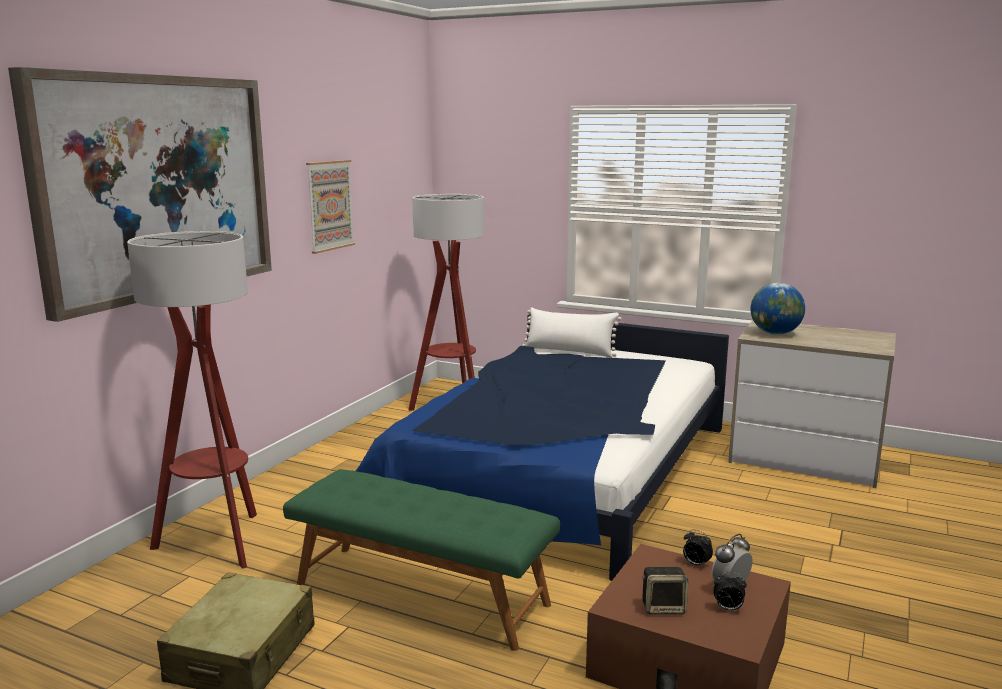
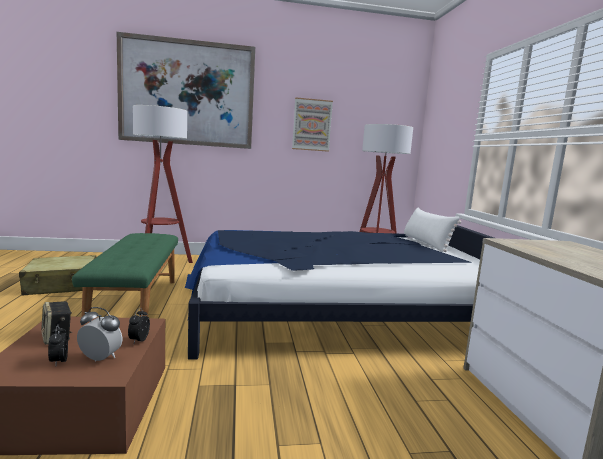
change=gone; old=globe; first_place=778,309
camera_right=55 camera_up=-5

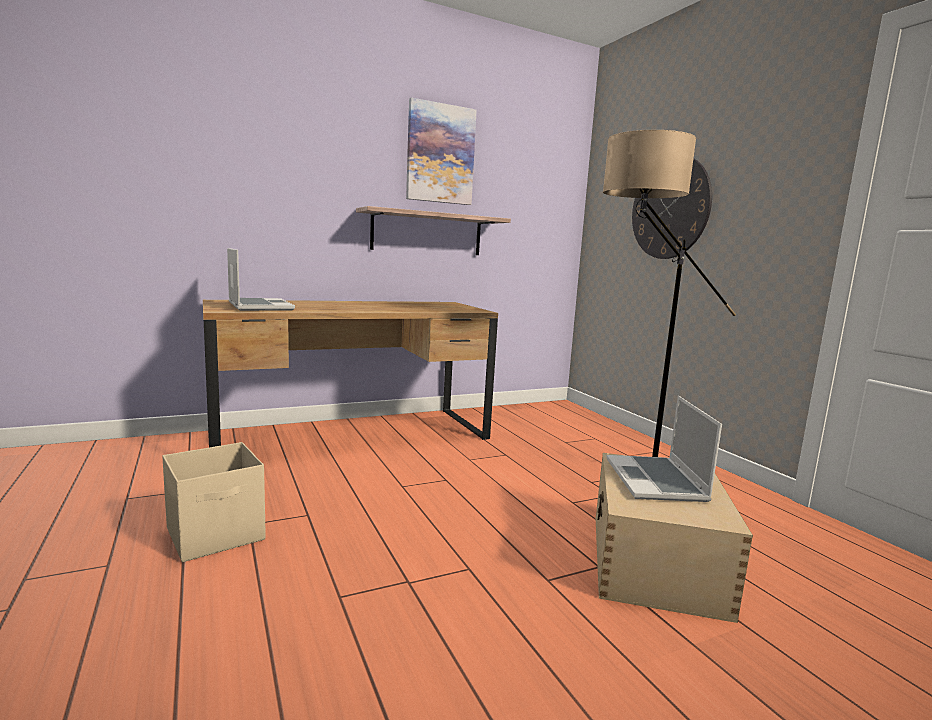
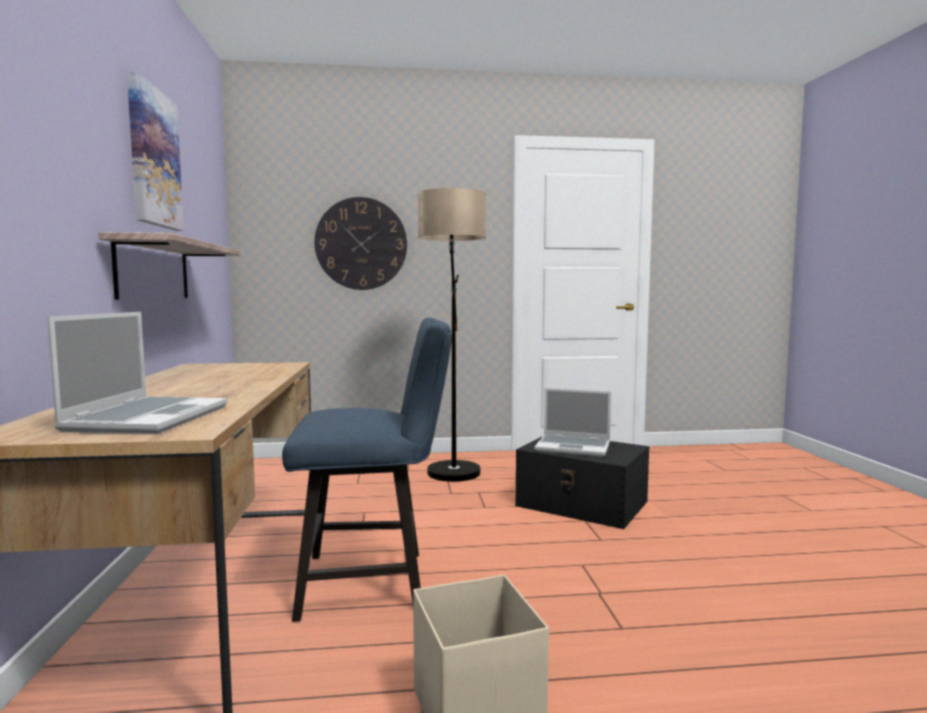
change=rotated; old=laptop; first_place=261,279; second_place=137,373; degrees=105
change=new; new=blue chair; second_place=367,470
change=repainted; old=beige storage box; new=black storage box; first_place=674,538; second_place=582,482
camera_right=-70 camera_up=-5

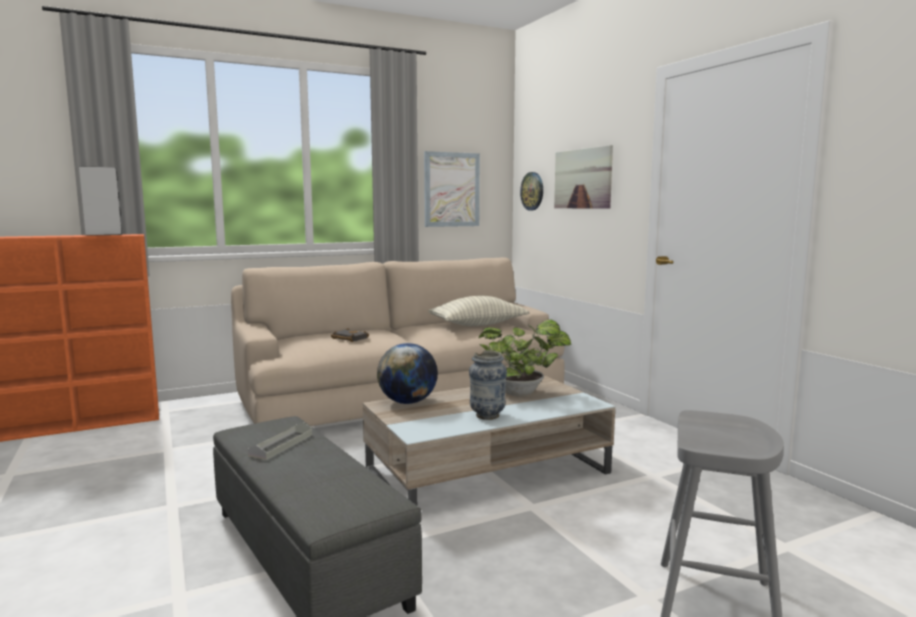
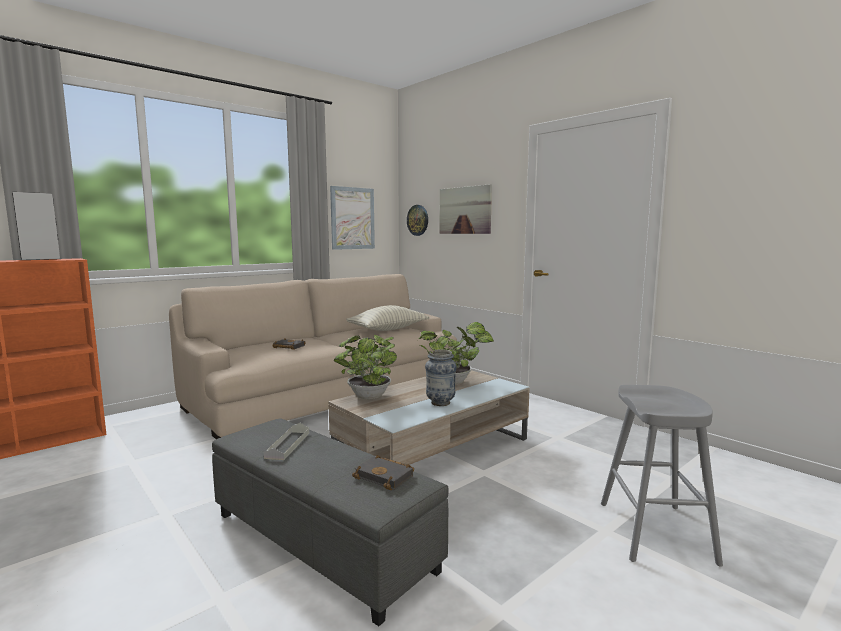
change=swapped; old=globe; new=potted plant; first_place=407,373; second_place=365,367
change=new; new=black book; second_place=383,472
camera_right=-15 camera_up=0

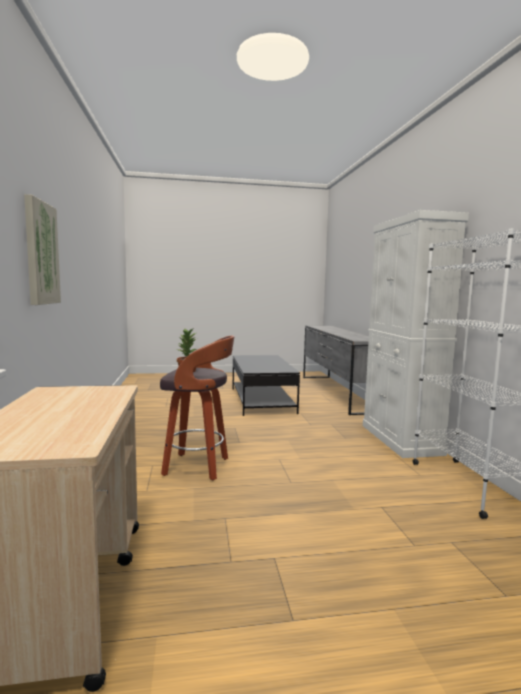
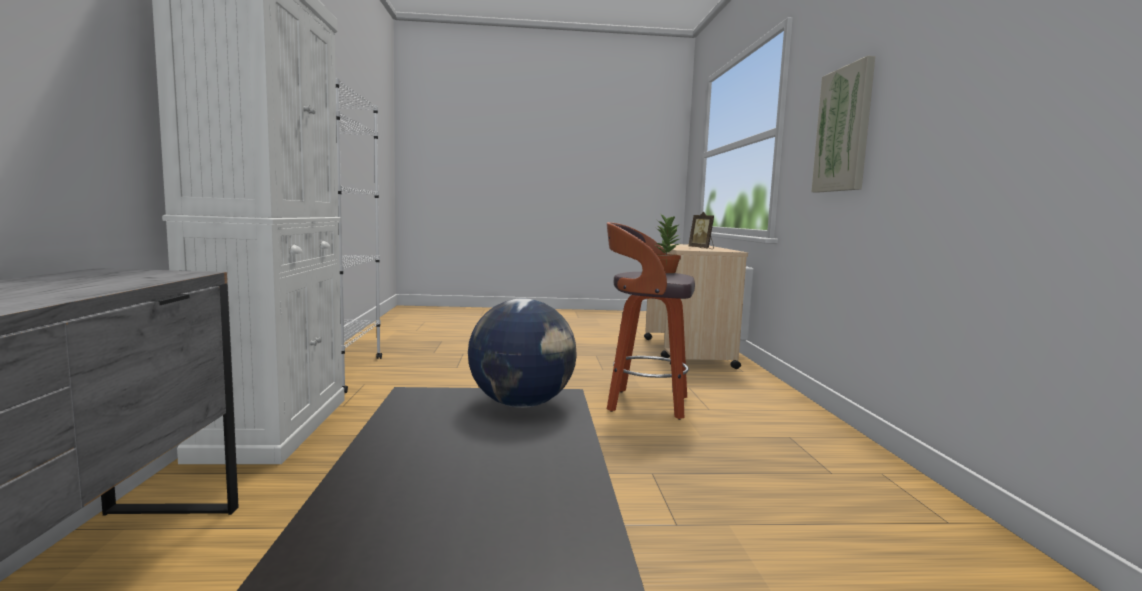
change=new; new=globe; second_place=522,353
change=new; new=picture frame; second_place=701,230
camera_right=-175 camera_up=0

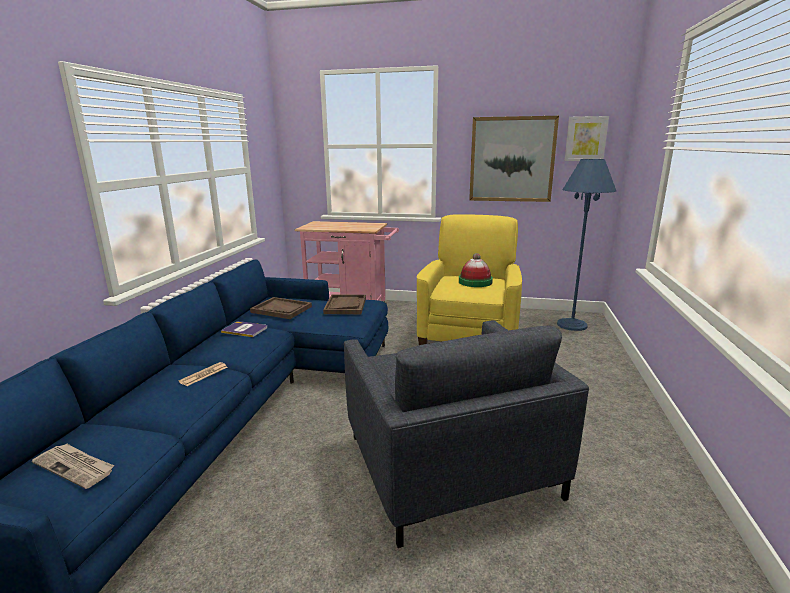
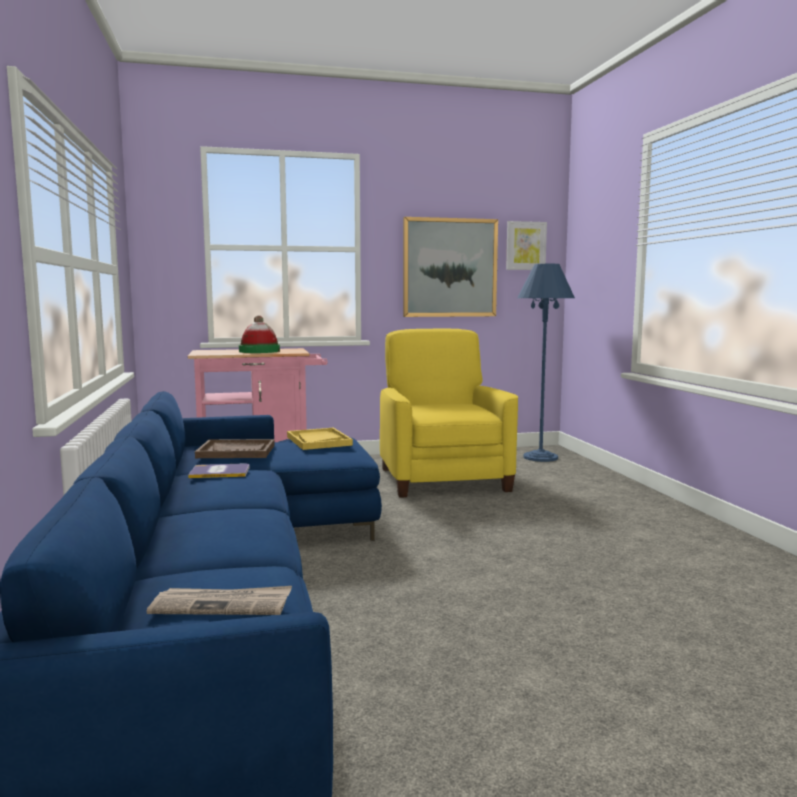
change=shifted; old=hat; first_place=476,270; second_place=259,334
change=repainted; old=brown tray; new=yellow tray; first_place=344,304; second_place=320,439
change=gone; old=newspaper; first_place=203,374
change=gone; old=grey armchair; first_place=466,434
camera_right=-25 camera_up=-10

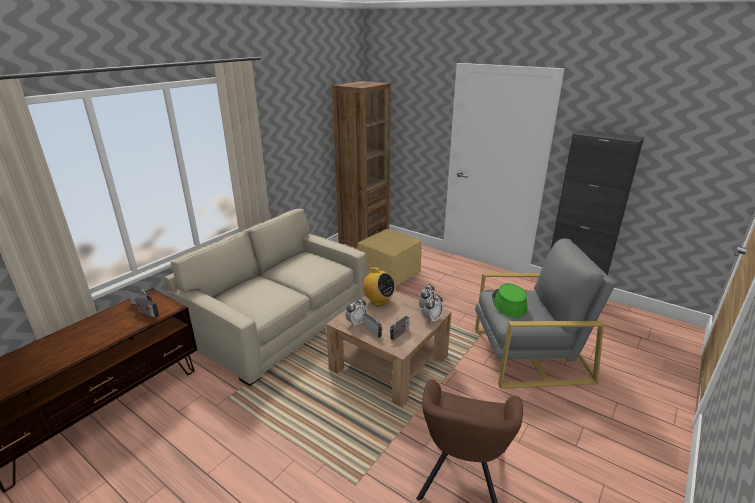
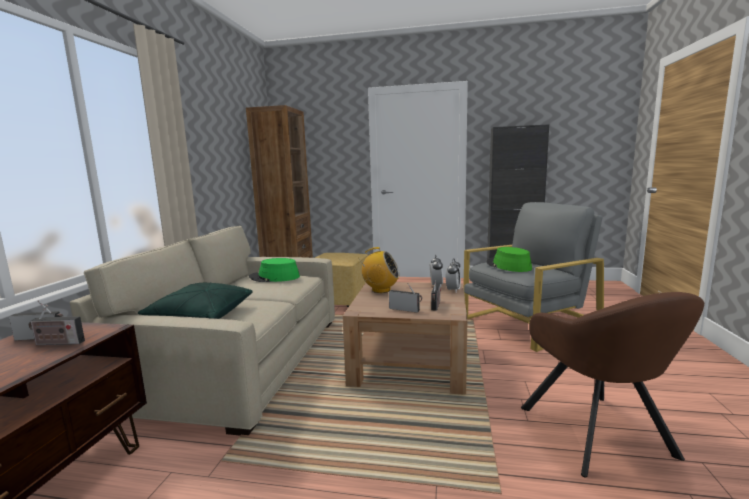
change=new; new=green pillow; second_place=195,300
change=new; new=green hat; second_place=274,270
change=gone; old=alarm clock; first_place=356,311
camera_right=-25 camera_up=-15

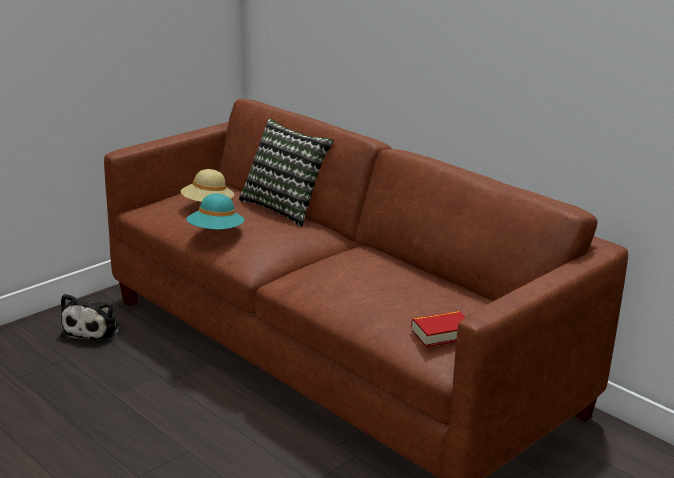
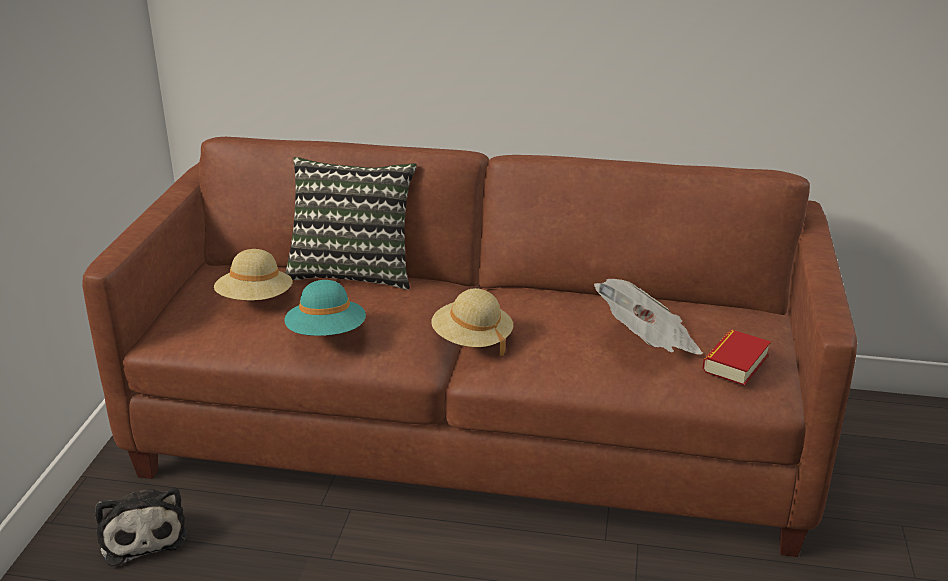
change=new; new=beige hat; second_place=472,322
change=new; new=newspaper; second_place=648,317
camera_right=-35 camera_up=5

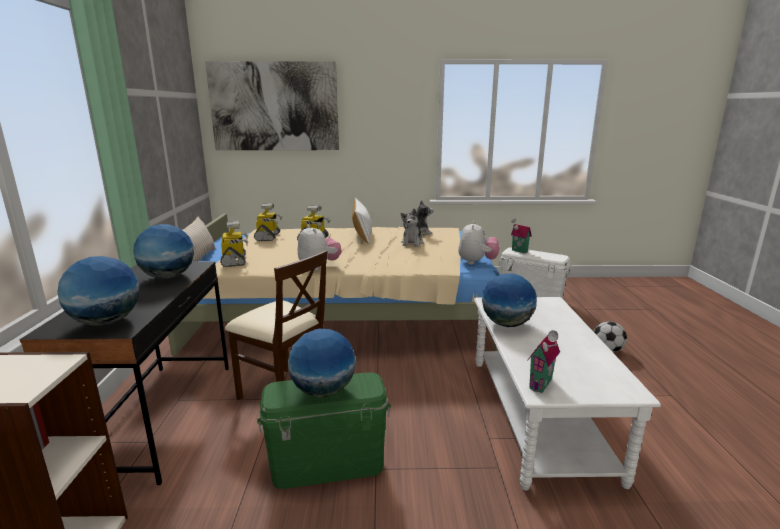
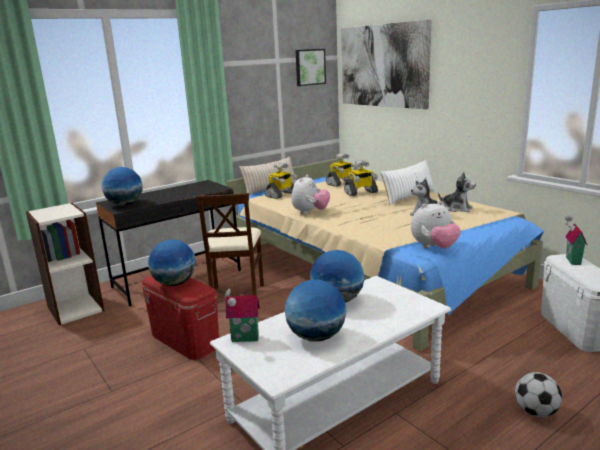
change=repainted; old=green storage box; new=red storage box; first_place=324,430; second_place=180,317
change=shifted; old=globe; first_place=163,251; second_place=315,310
change=new; new=picture; second_place=310,67
camera_right=55 camera_up=0

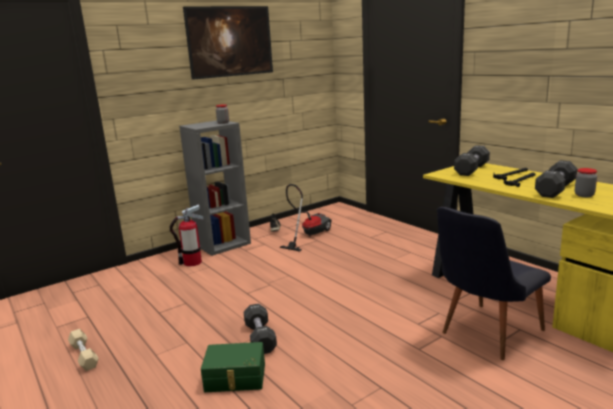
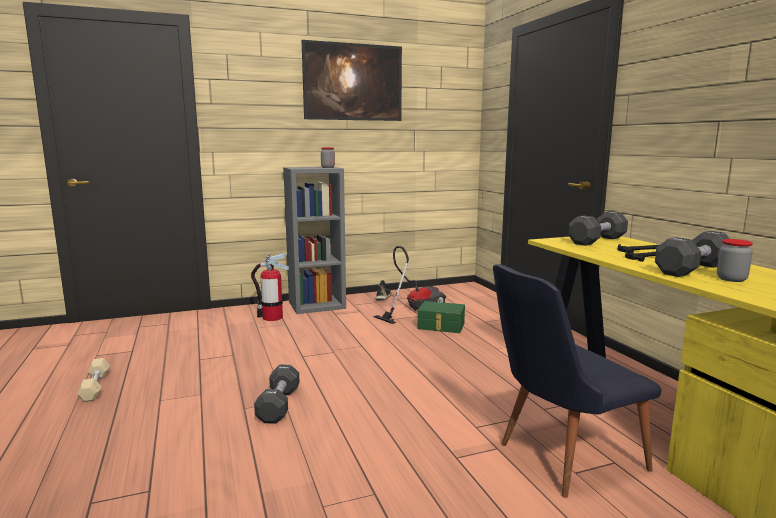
change=shifted; old=green storage box; first_place=233,367; second_place=441,317
camera_right=15 camera_up=-5

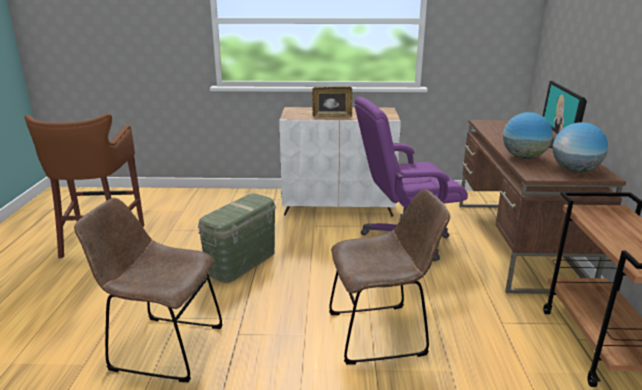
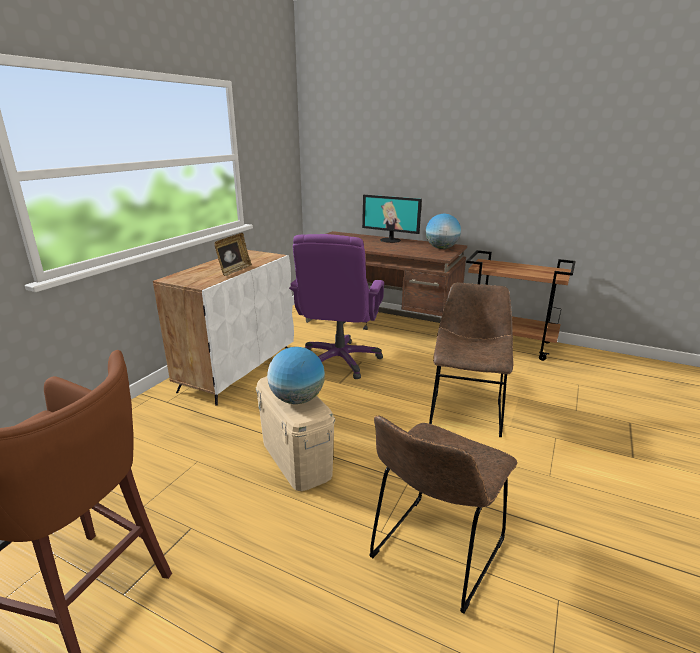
change=repainted; old=green storage box; new=beige storage box; first_place=237,238; second_place=295,433
change=shifted; old=globe; first_place=528,135; second_place=296,375
camera_right=-65 camera_up=0

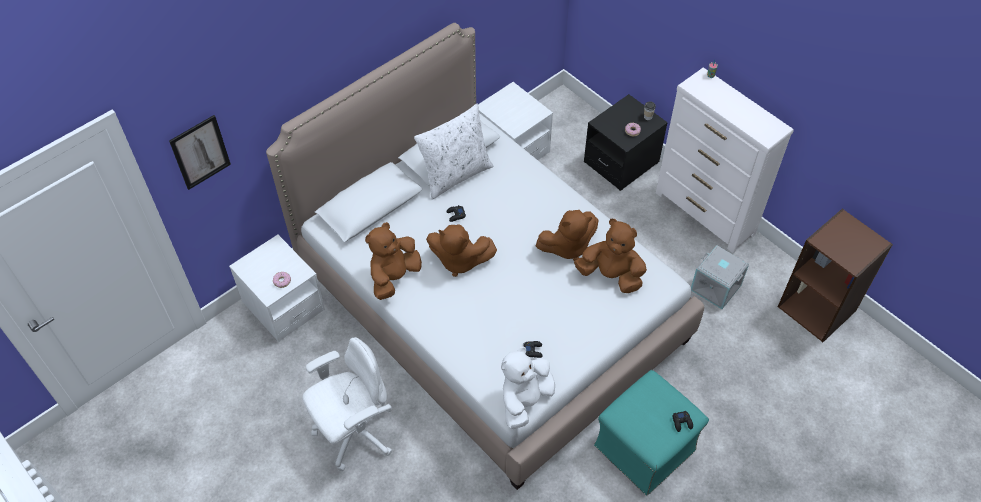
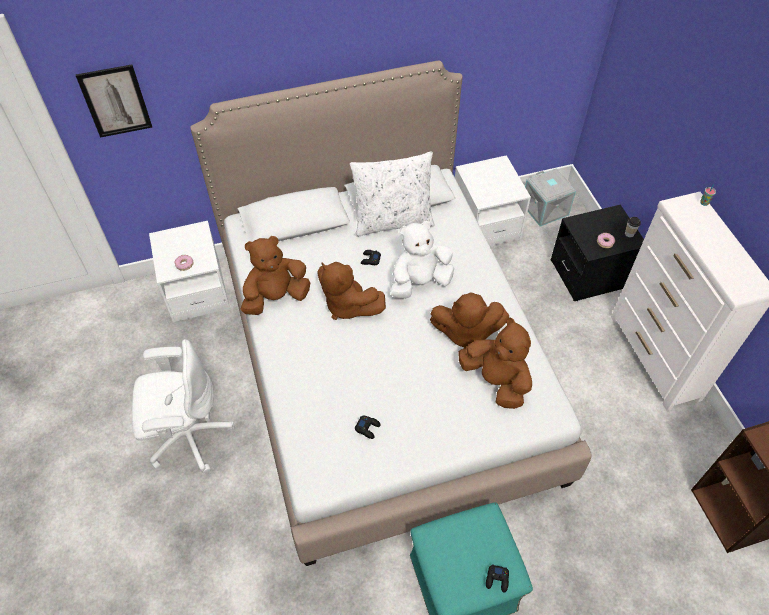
change=shifted; old=white plush toy; first_place=528,388; second_place=422,260
change=shifted; old=grey storage box; first_place=720,277; second_place=550,198
camera_right=25 camera_up=0

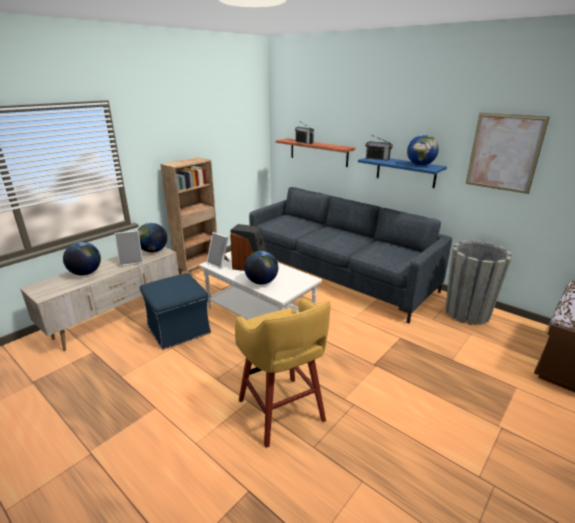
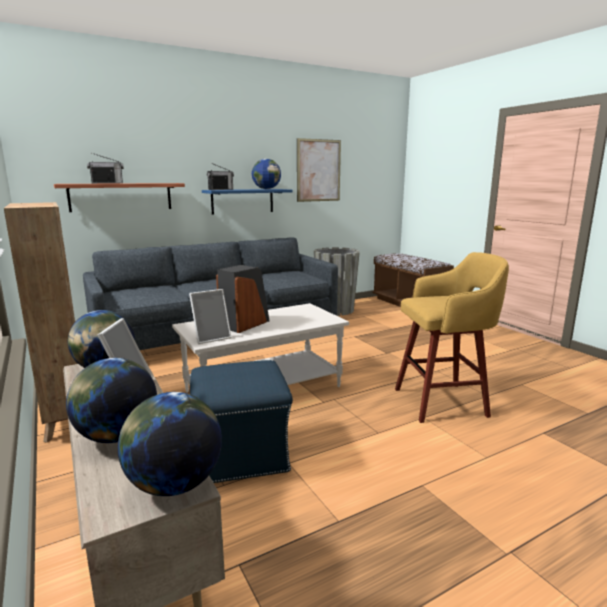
change=shifted; old=globe; first_place=261,268; second_place=170,444
camera_right=-70 camera_up=-10

